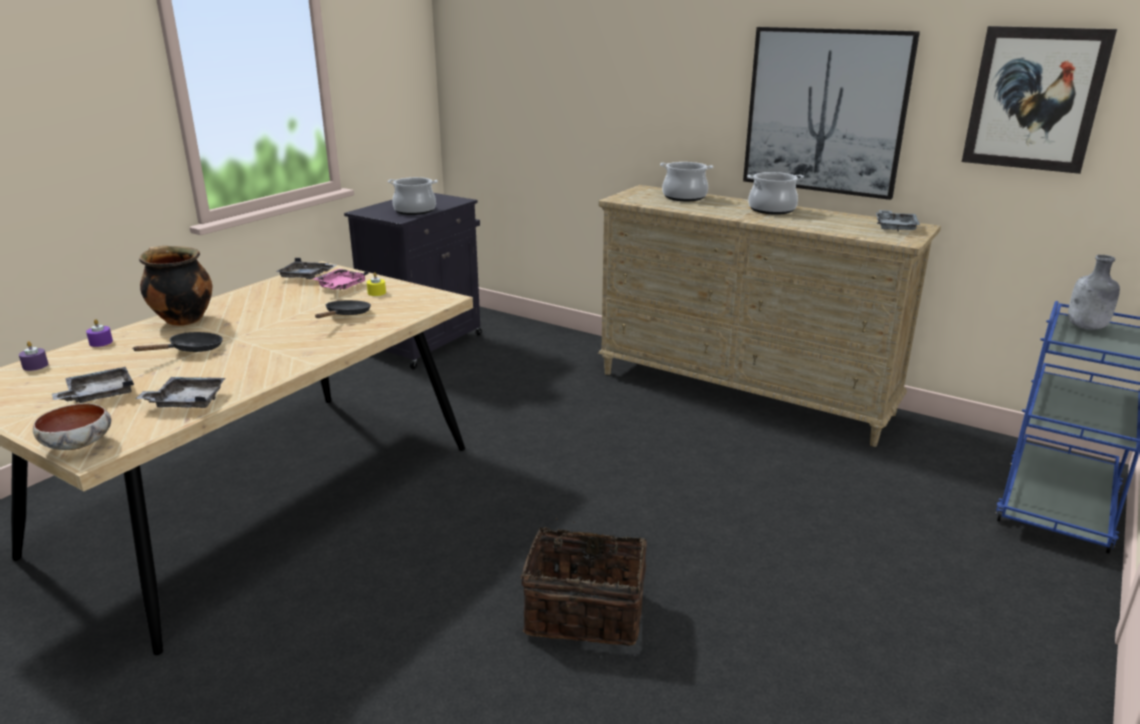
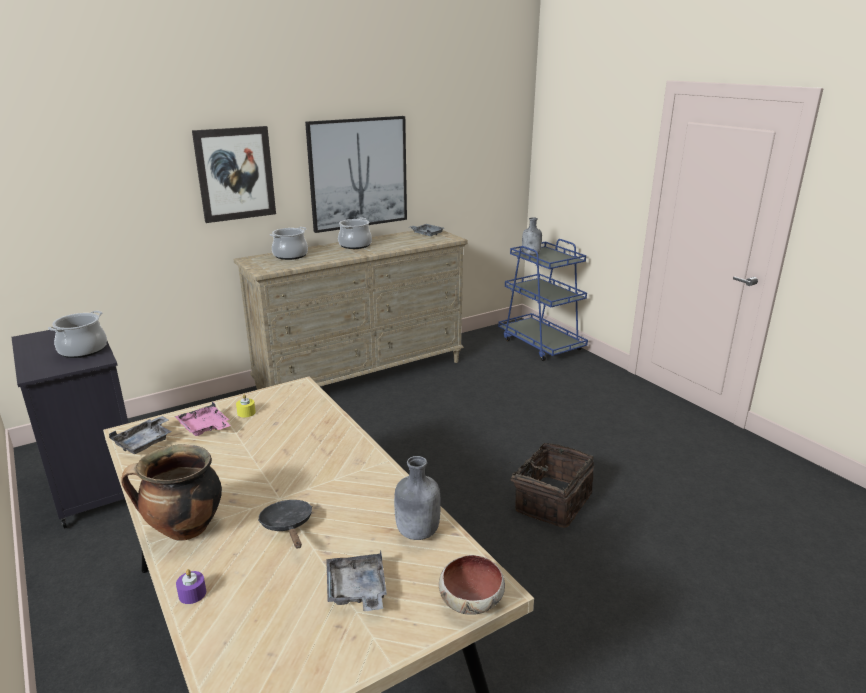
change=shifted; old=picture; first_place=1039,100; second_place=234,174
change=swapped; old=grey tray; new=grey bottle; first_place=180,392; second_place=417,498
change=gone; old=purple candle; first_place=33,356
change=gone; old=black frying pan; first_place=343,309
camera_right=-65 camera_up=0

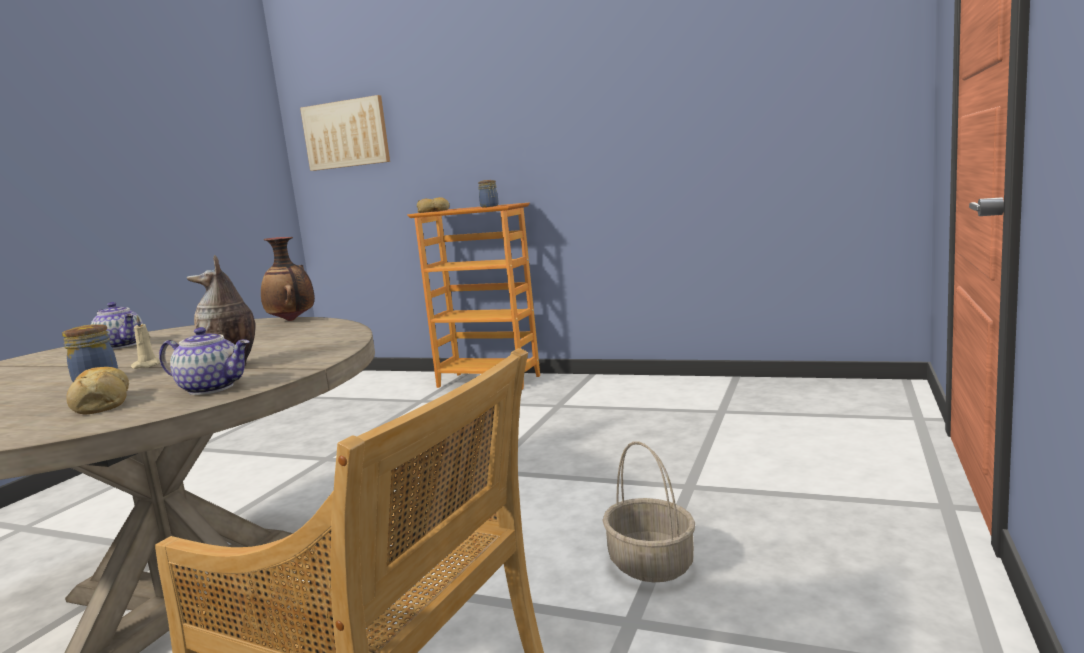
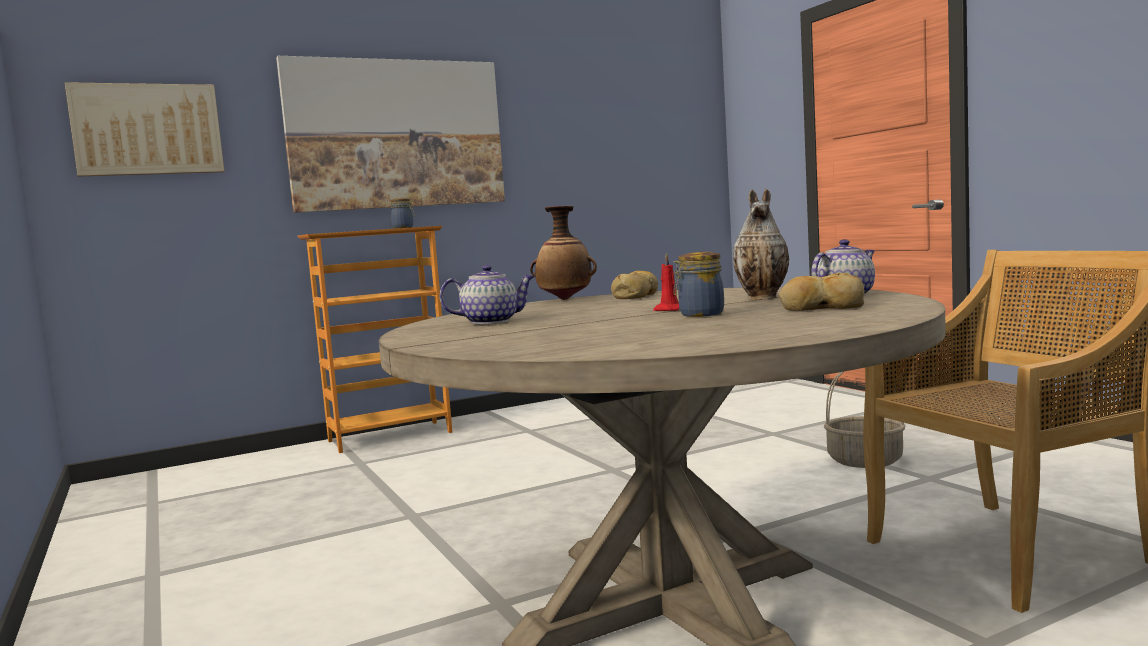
change=new; new=picture; second_place=390,134
change=shifted; old=bread; first_place=433,205; second_place=634,285
change=repainted; old=beige candle; new=red candle; first_place=145,342; second_place=666,282
camera_right=-50 camera_up=-5

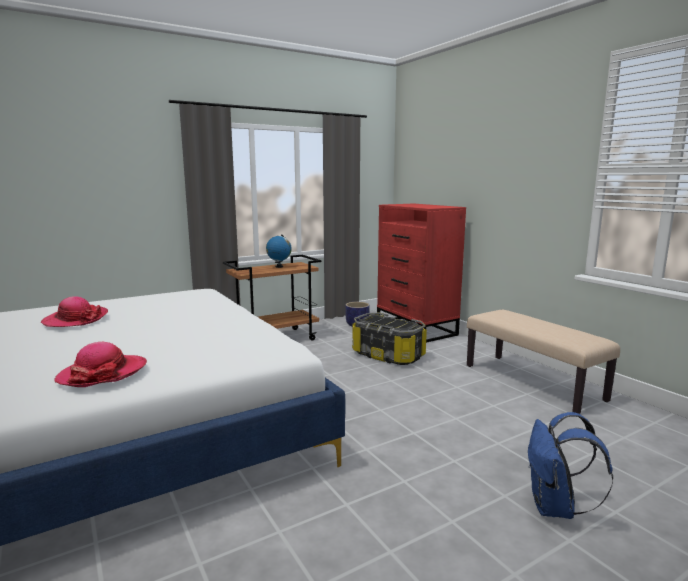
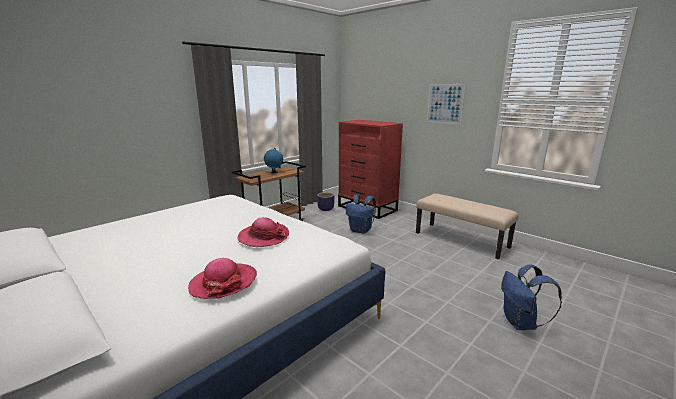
change=shifted; old=hat; first_place=74,311; second_place=263,232
change=swapped; old=storage box; new=blue backpack; first_place=389,339; second_place=361,213
change=new; new=picture; second_place=446,104
camera_right=-15 camera_up=5

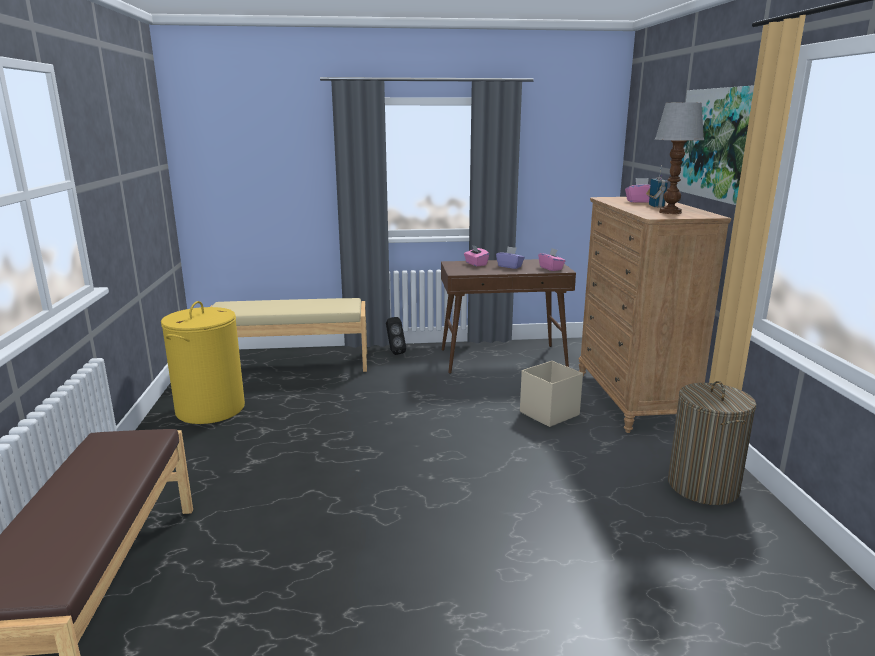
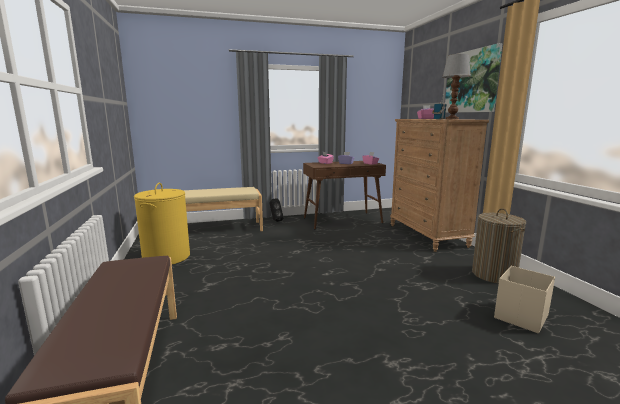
change=shifted; old=beige storage box; first_place=551,394; second_place=524,299
camera_right=-10 camera_up=-5

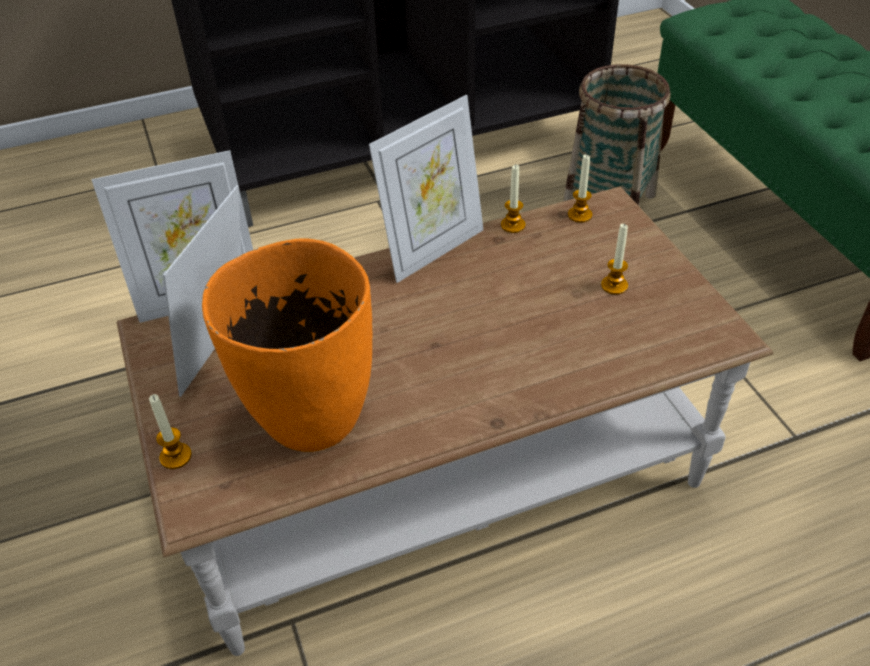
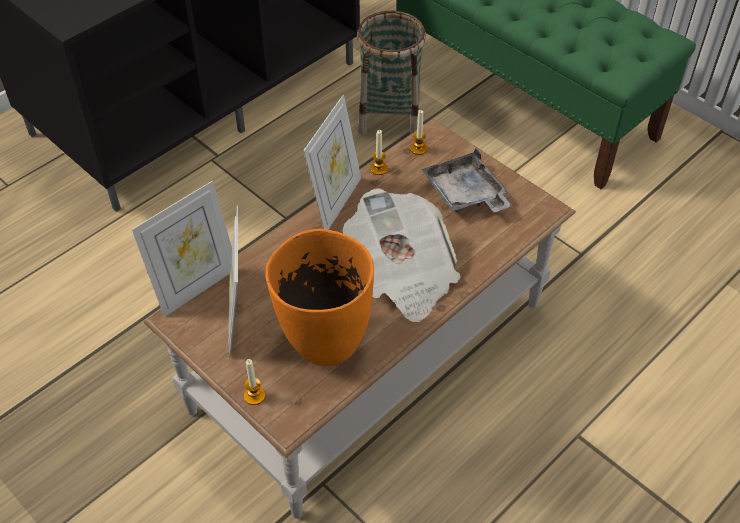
change=new; new=newspaper; second_place=402,255
change=swapped; old=candle; new=grey tray; first_place=614,259; second_place=466,180
camera_right=-25 camera_up=5

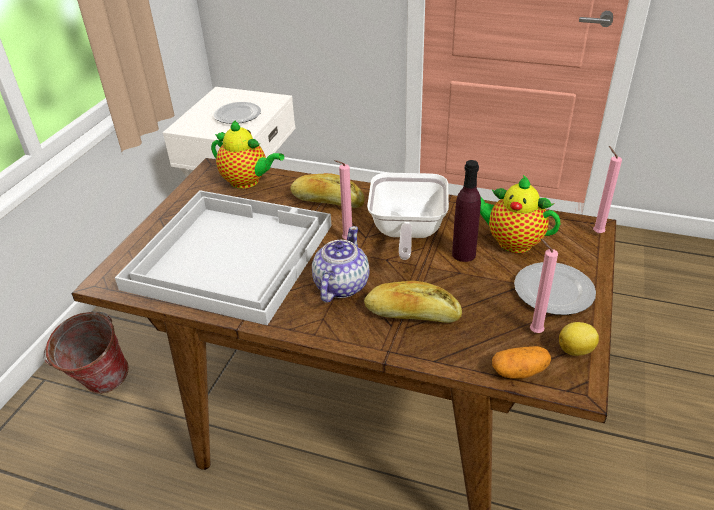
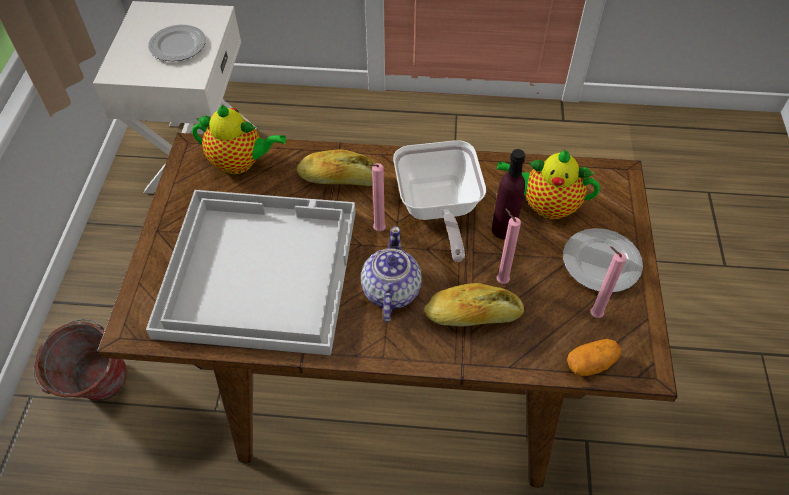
change=shifted; old=pink candle; first_place=607,190; second_place=508,246
change=gone; old=lemon; first_place=579,339
camera_right=-15 camera_up=15

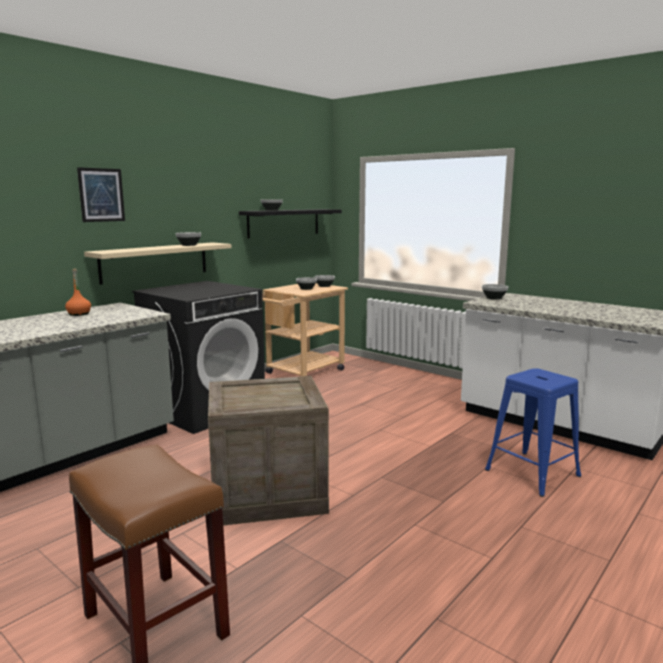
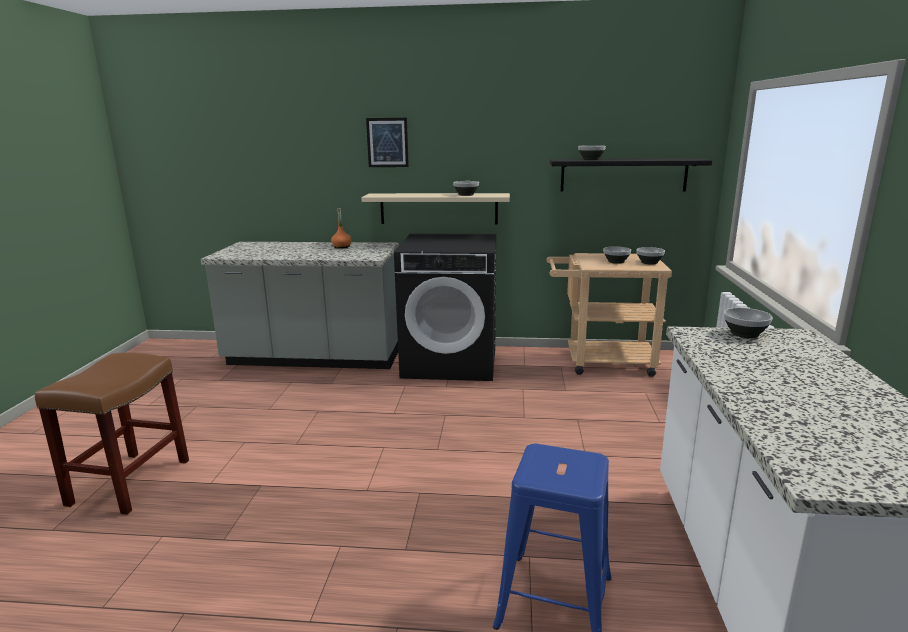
change=gone; old=crate; first_place=268,450
camera_right=55 camera_up=5

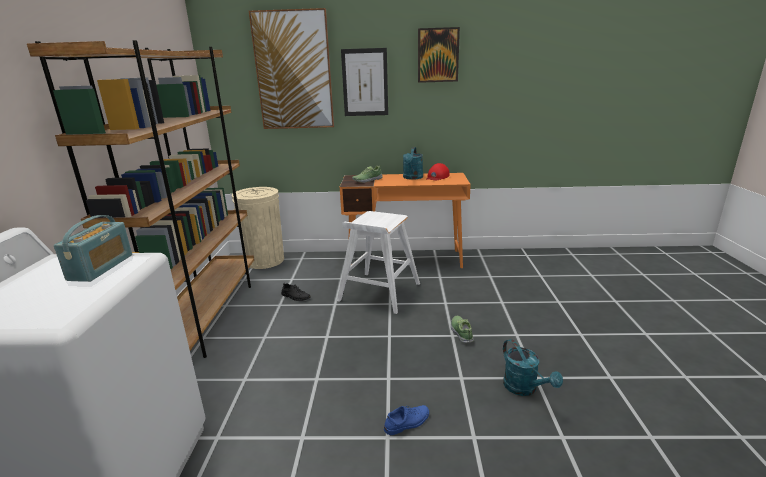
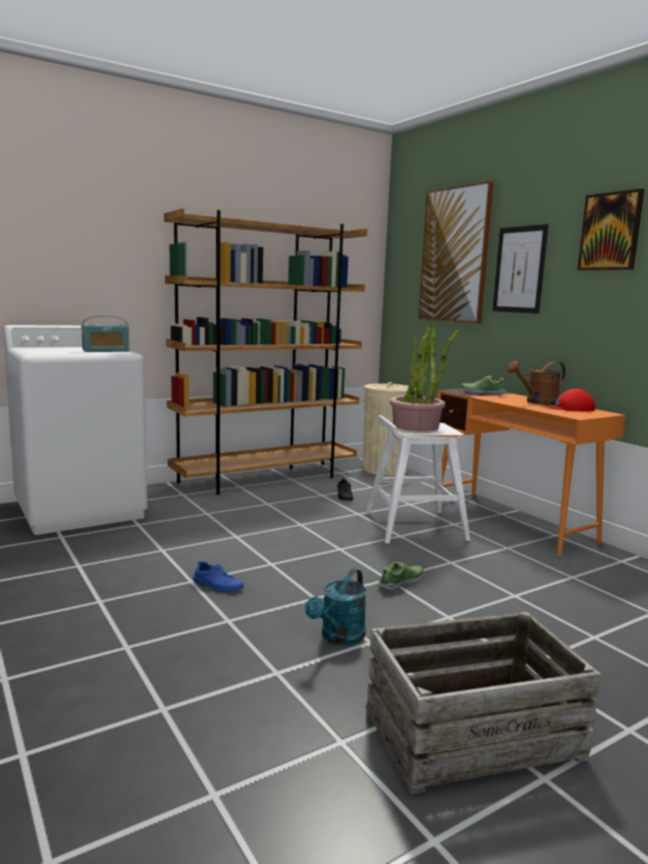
change=new; new=crate; second_place=483,703
change=new; new=potted plant; second_place=424,377
change=repainted; old=turquoise watering can; new=brown watering can; first_place=413,163; second_place=536,383
camera_right=55 camera_up=-10

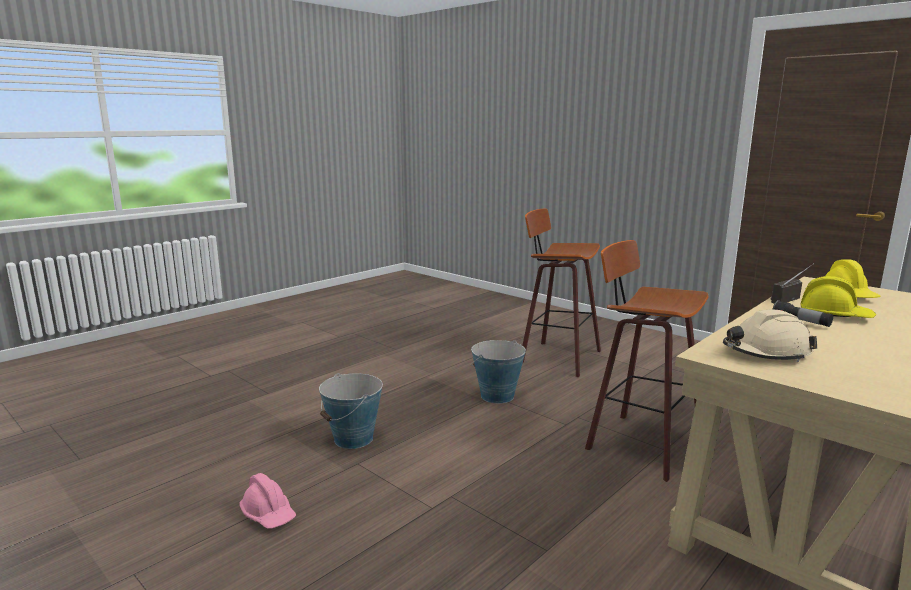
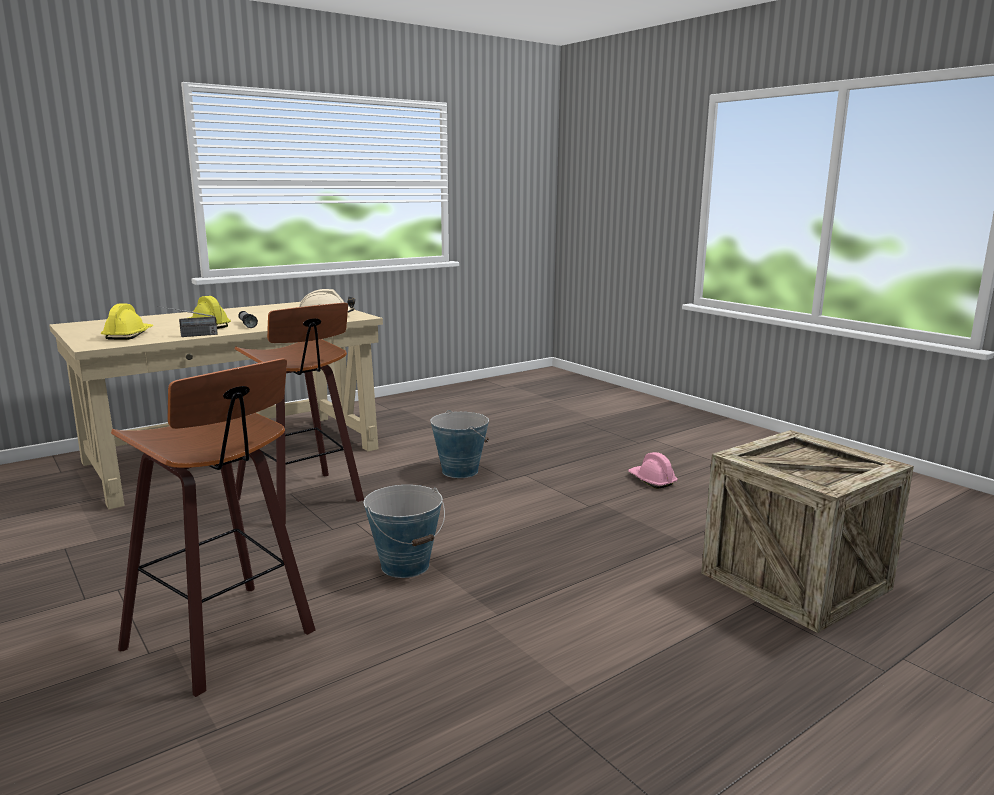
change=shifted; old=bucket; first_place=351,411; second_place=459,444
change=new; new=crate; second_place=807,531
camera_right=-170 camera_up=0

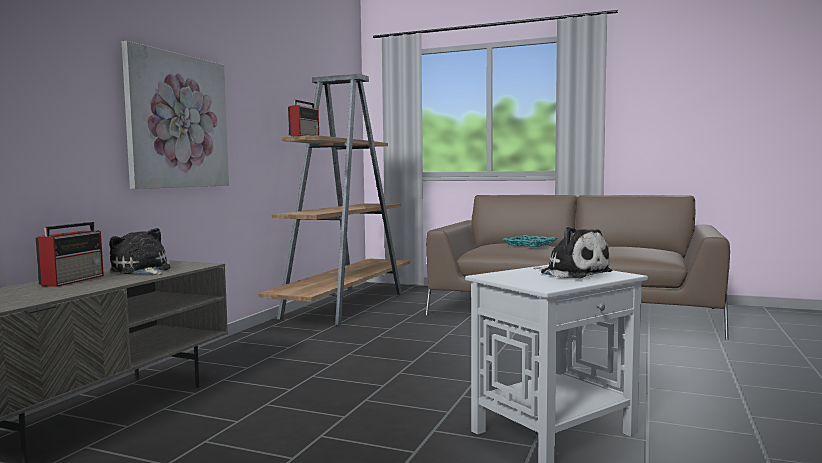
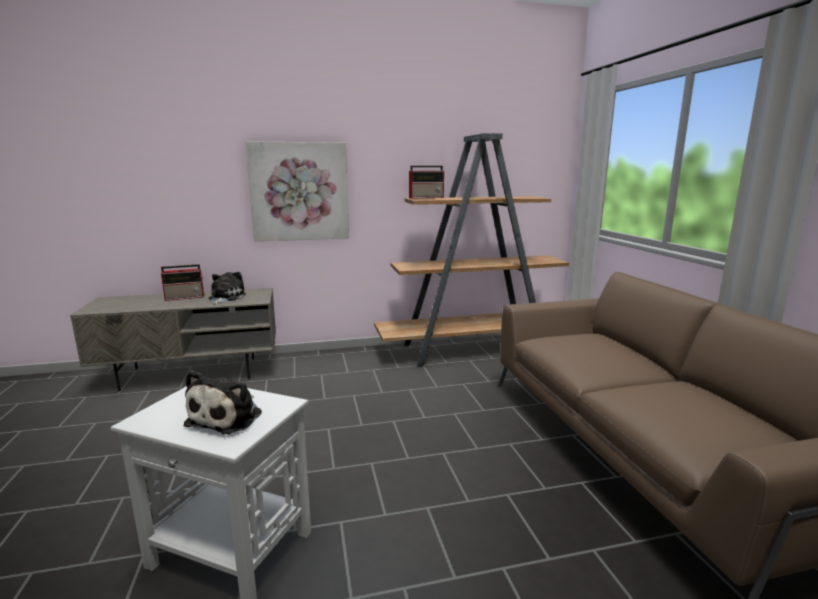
change=gone; old=turquoise tray; first_place=530,241
camera_right=55 camera_up=10

